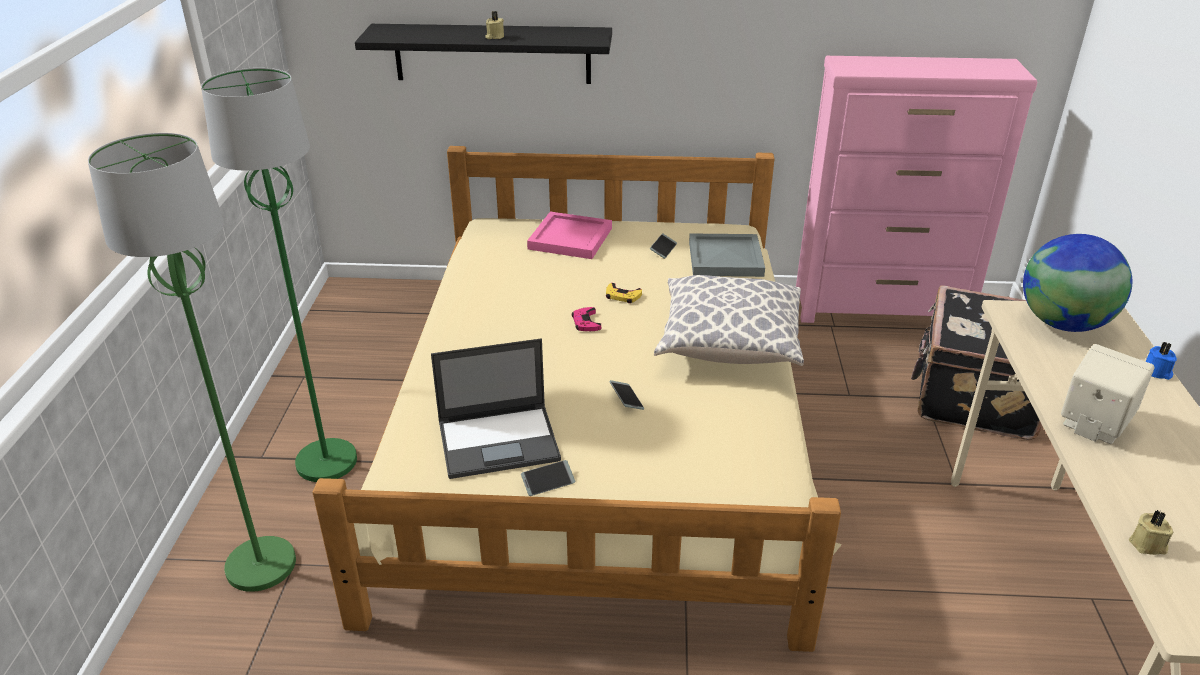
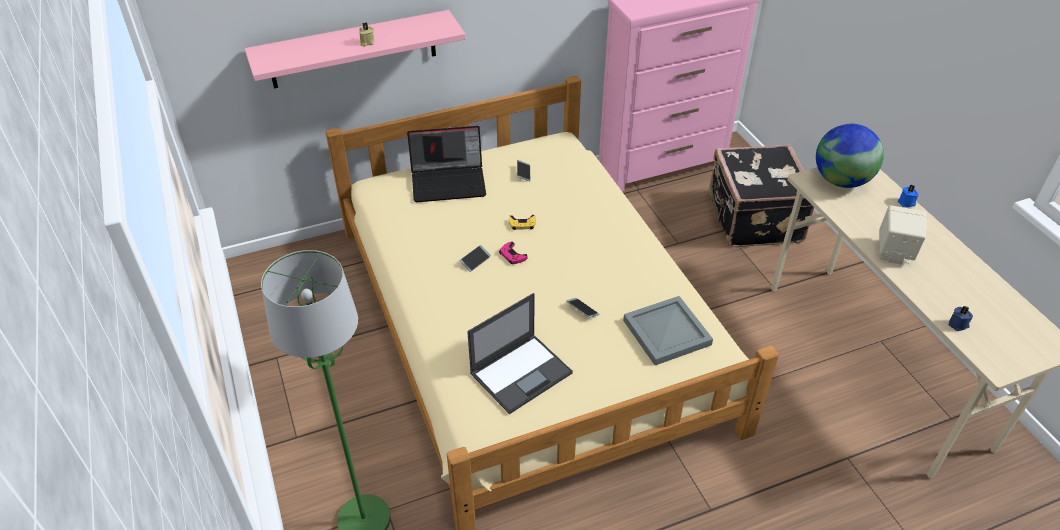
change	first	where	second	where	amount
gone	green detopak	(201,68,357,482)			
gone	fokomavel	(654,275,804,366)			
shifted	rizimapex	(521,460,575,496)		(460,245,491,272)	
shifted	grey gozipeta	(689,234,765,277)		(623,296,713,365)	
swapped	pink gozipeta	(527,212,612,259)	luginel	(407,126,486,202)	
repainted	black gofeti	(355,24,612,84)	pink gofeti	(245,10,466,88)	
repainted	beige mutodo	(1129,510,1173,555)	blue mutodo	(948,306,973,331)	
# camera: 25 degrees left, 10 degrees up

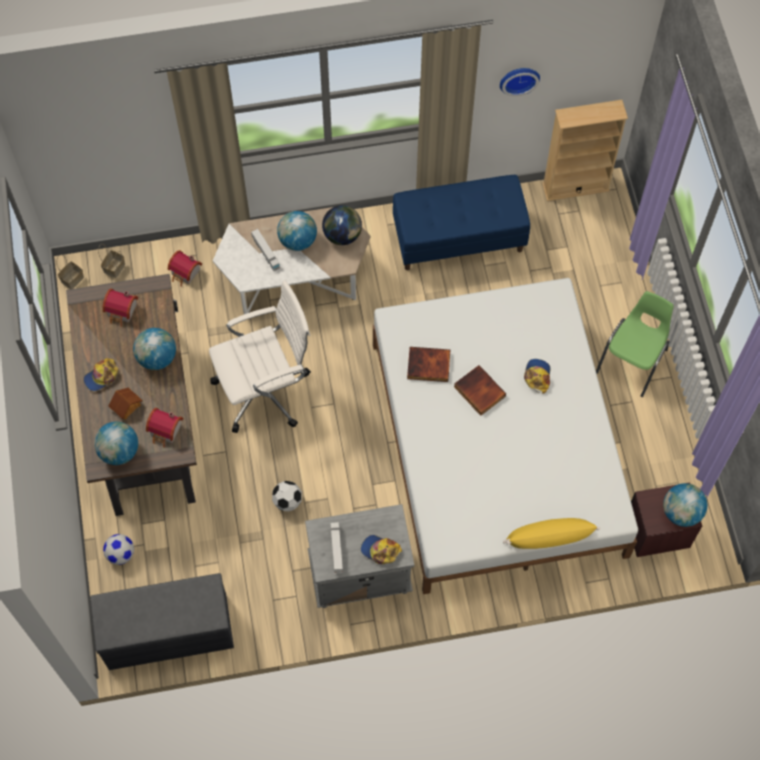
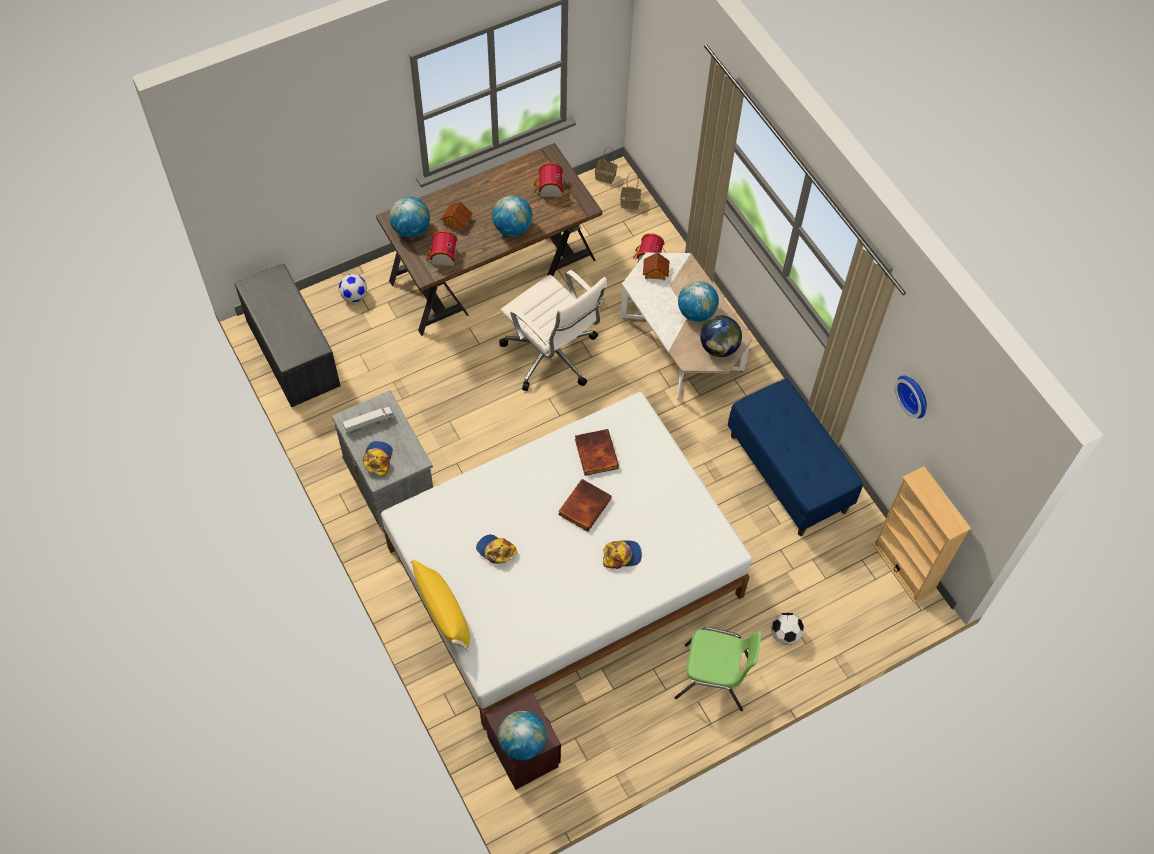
change	first	where	second	where	amount
gone	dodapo	(251,229,280,271)			
new			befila	(643,252,669,280)	
shifted	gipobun	(84,358,118,391)		(476,535,517,564)	
shifted	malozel	(272,481,302,511)		(771,612,804,645)	
# camera: 70 degrees right, 5 degrees down

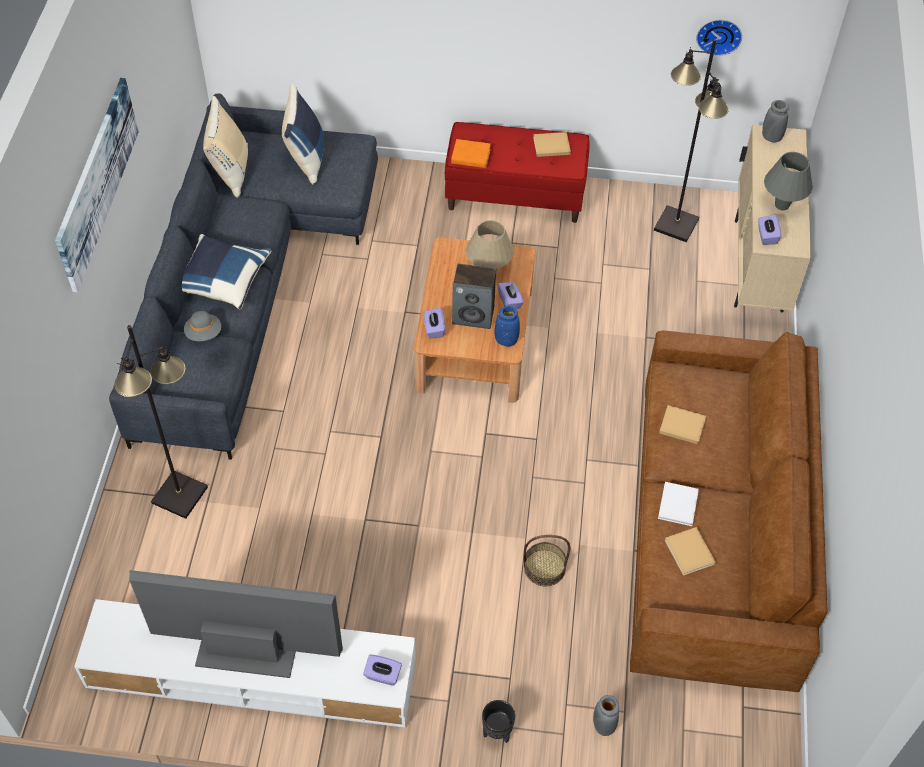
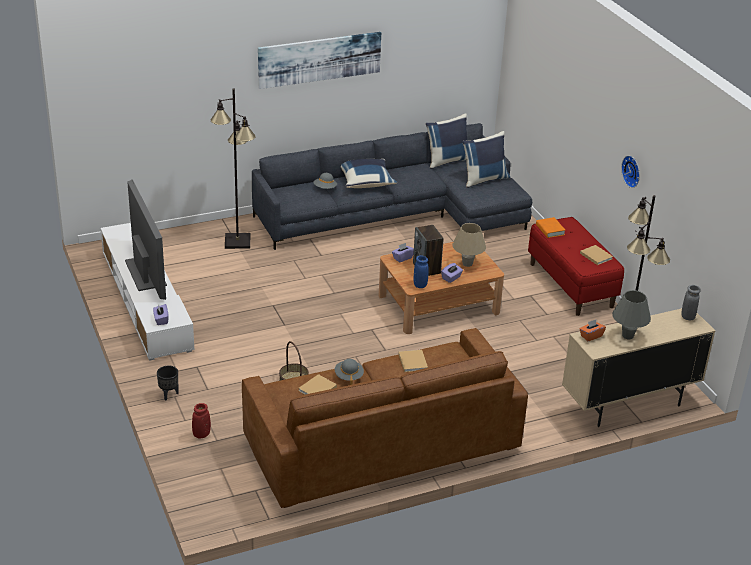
change	first	where	second	where	amount
shifted	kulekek	(696,20,742,56)		(621,156,640,188)	
swapped	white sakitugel	(658,482,699,526)	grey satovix	(335,359,364,385)	
repainted	beige fokomavel	(203,96,248,198)	blue fokomavel	(426,113,468,169)	
repainted	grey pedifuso	(593,695,619,736)	red pedifuso	(192,403,211,439)	
repainted	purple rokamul	(758,215,781,245)	orange rokamul	(580,320,606,341)	
# camera: 60 degrees right, 20 degrees down

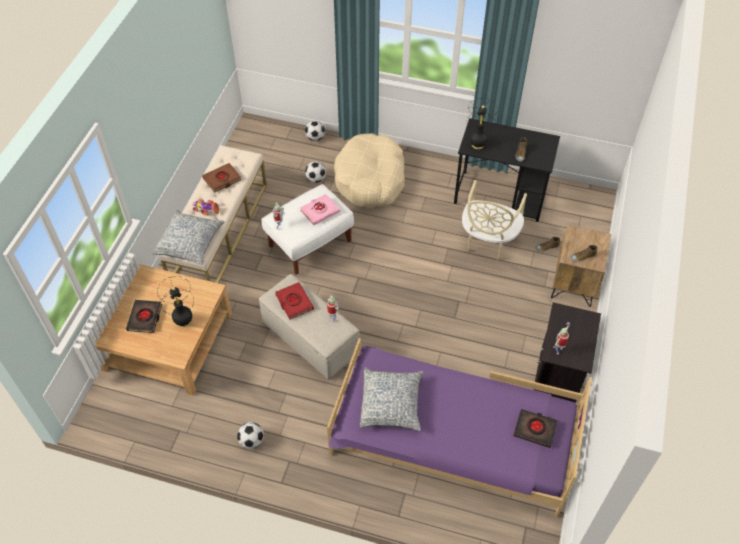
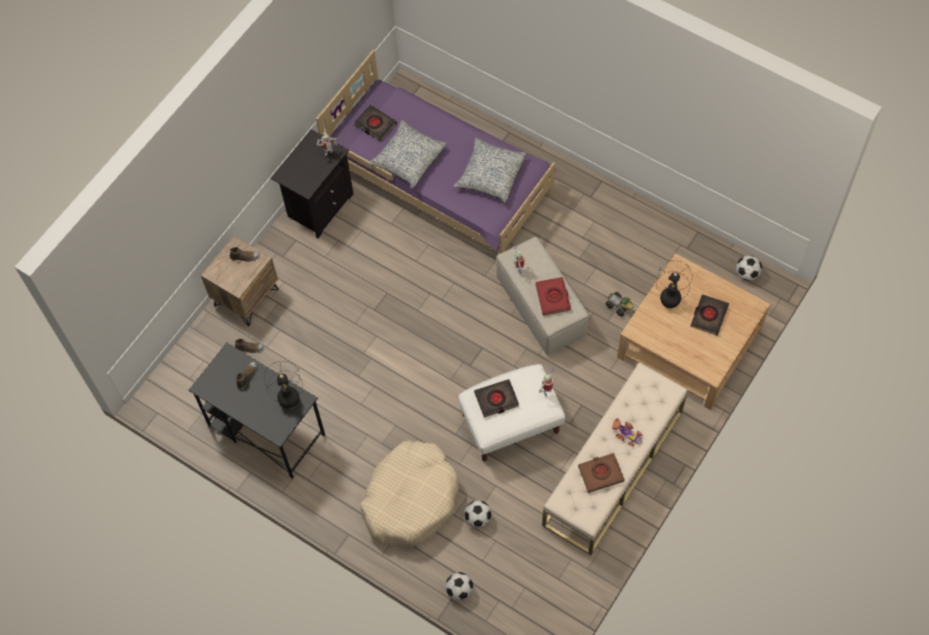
change	first	where	second	where	amount
gone	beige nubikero	(462,180,527,260)			
new			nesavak	(605,292,634,317)	
shifted	fokomavel	(152,210,224,265)		(368,120,448,188)	
shifted	malozel	(237,422,264,449)		(736,255,762,281)	
repainted	pink sakitugel	(300,194,340,226)	black sakitugel	(474,379,519,417)	
# camera: 160 degrees left, 10 degrees up

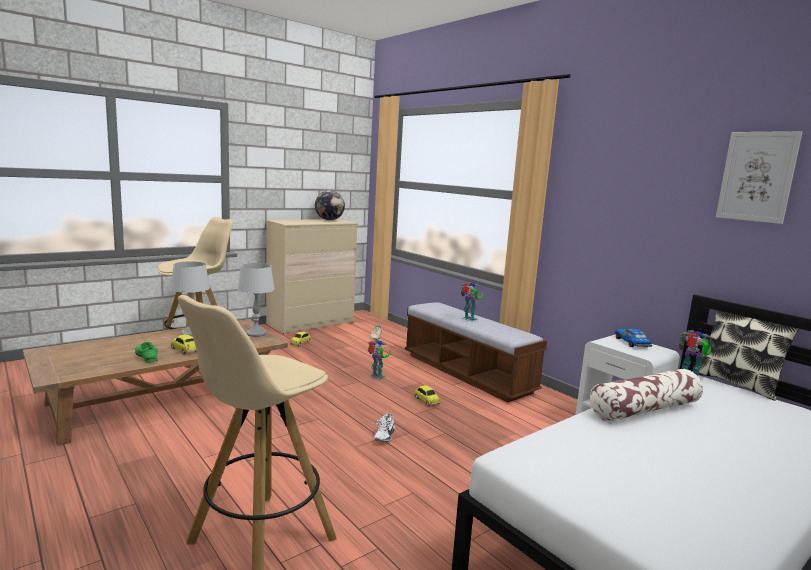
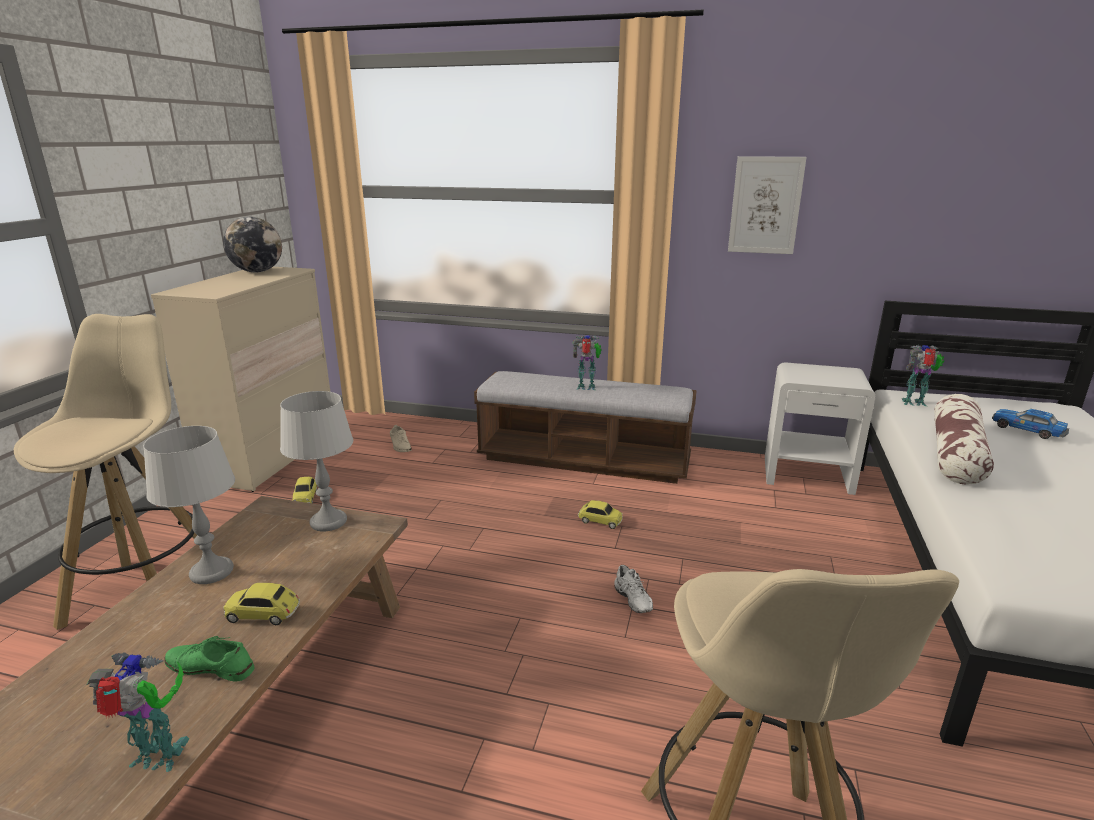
change	first	where	second	where	amount
gone	fokomavel	(696,310,799,401)			
shifted	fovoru	(368,340,391,380)		(87,652,189,772)	
shifted	nesavak	(615,329,652,347)		(992,409,1069,439)	
shifted	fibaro	(716,131,802,224)		(728,156,807,254)	
# camera: 35 degrees left, 10 degrees up

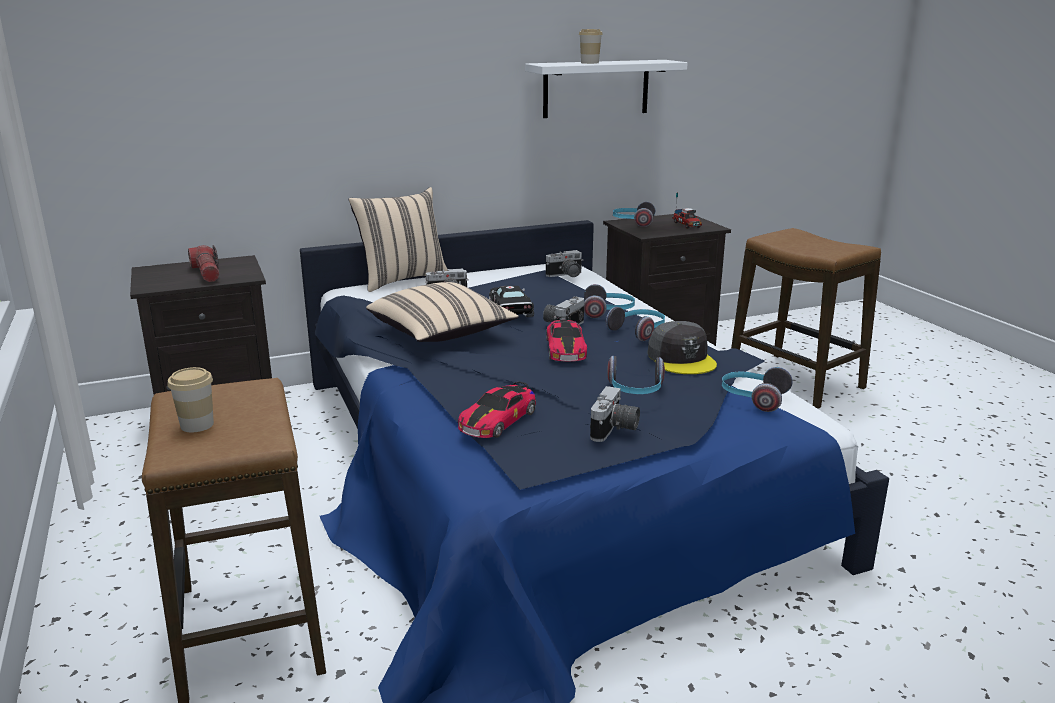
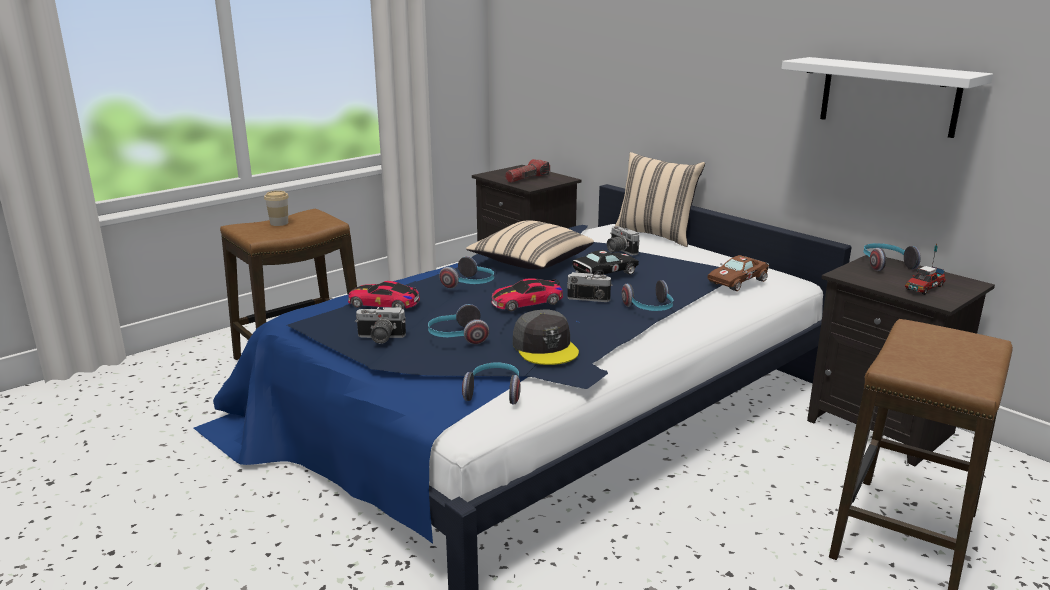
change	first	where	second	where	amount
gone	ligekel	(579,29,603,64)			
shifted	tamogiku	(606,307,665,341)		(439,256,494,289)	
swapped	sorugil	(546,250,583,277)	brown nesavak	(708,255,769,291)	
rotated	grey gipobun	(648,321,717,374)		(513,310,579,365)	75 degrees counterclockwise
# camera: 70 degrees right, 0 degrees up

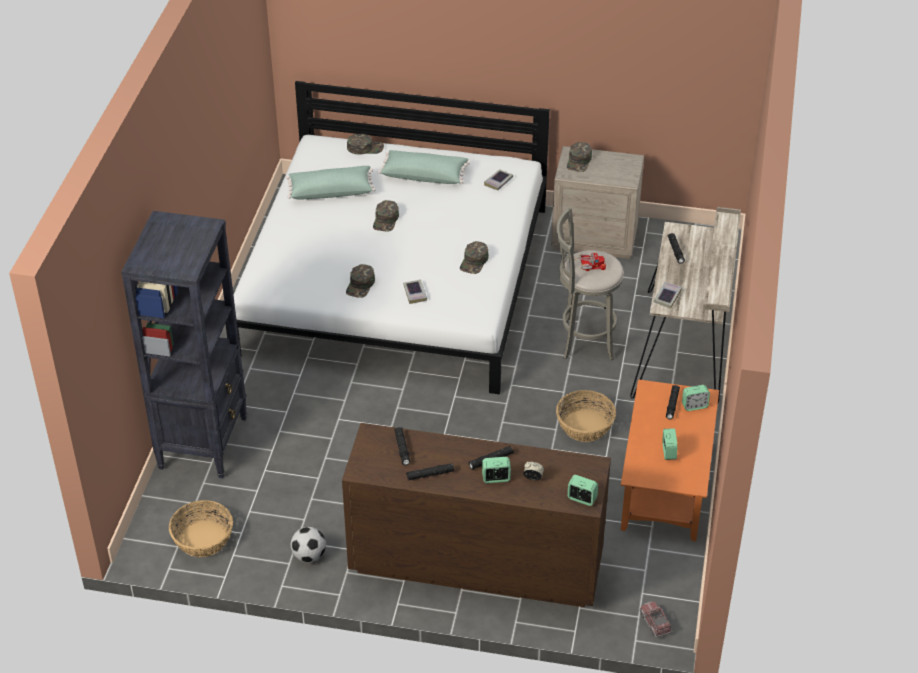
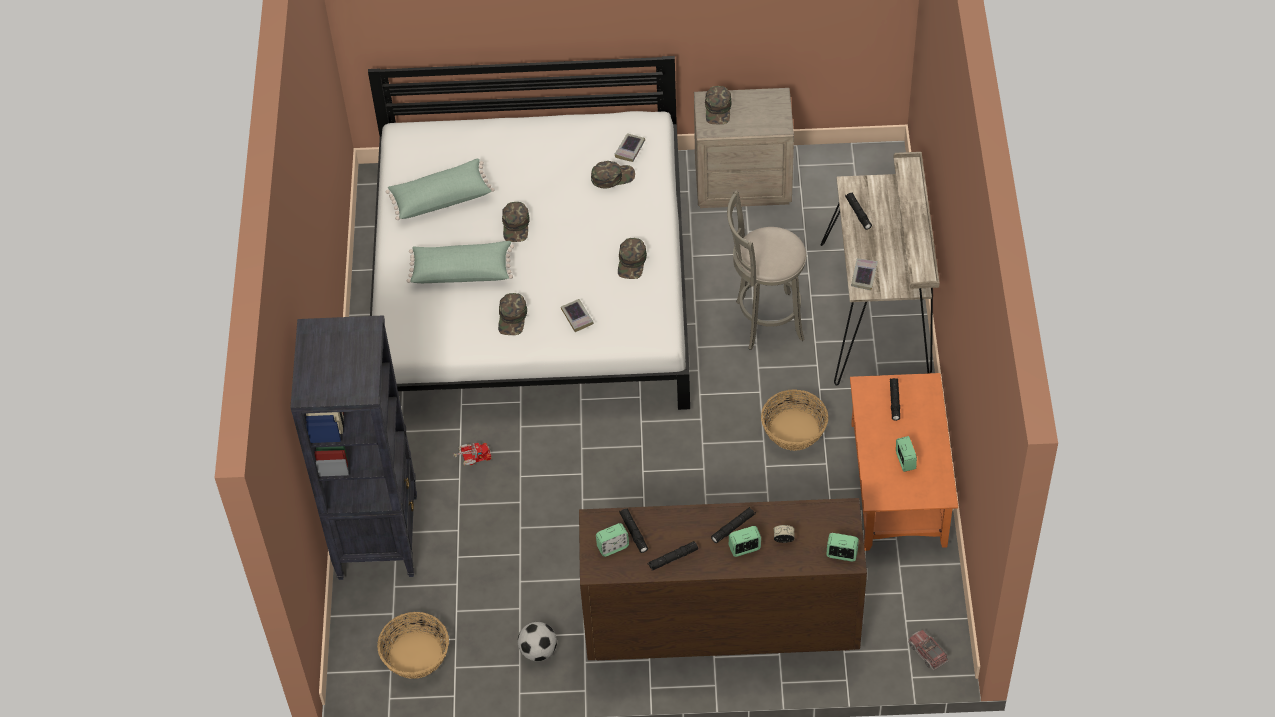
change	first	where	second	where	amount
shifted	green gipobun	(347,134,384,154)		(591,161,635,188)	
shifted	green fokomavel	(378,150,470,184)		(407,241,514,283)	
shifted	dodapo	(575,252,606,271)		(454,443,491,466)	
shifted	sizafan	(682,385,710,411)		(596,523,629,557)	
# camera: 10 degrees left, 10 degrees up

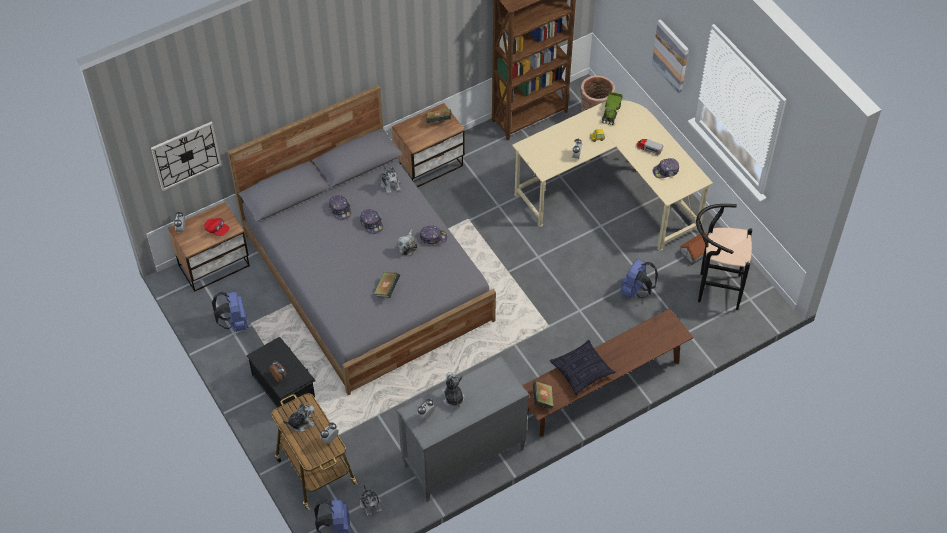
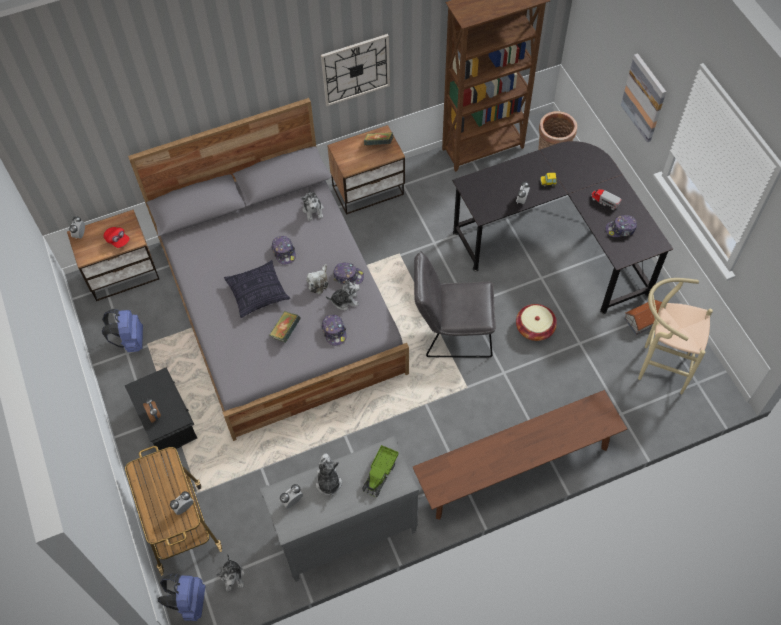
change	first	where	second	where	amount
gone	sakitugel	(533,381,554,409)			
gone	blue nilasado	(620,259,658,298)			
new			grey nubikero	(414,251,496,358)	
new			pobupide	(516,304,557,341)	
shifted	kulekek	(151,121,221,191)		(321,34,390,106)	
shifted	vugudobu	(283,403,315,432)		(326,279,360,310)	
shifted	gipobun	(329,195,351,220)		(322,315,346,346)	
shifted	fokomavel	(550,340,616,395)		(224,260,290,318)	
shifted	dodapo	(602,92,623,125)		(362,445,399,497)	
repainted	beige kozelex	(512,100,713,251)	black kozelex	(452,141,673,314)	
repainted	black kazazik	(696,204,752,310)	beige kazazik	(638,278,713,394)	
# camera: 10 degrees right, 5 degrees up

